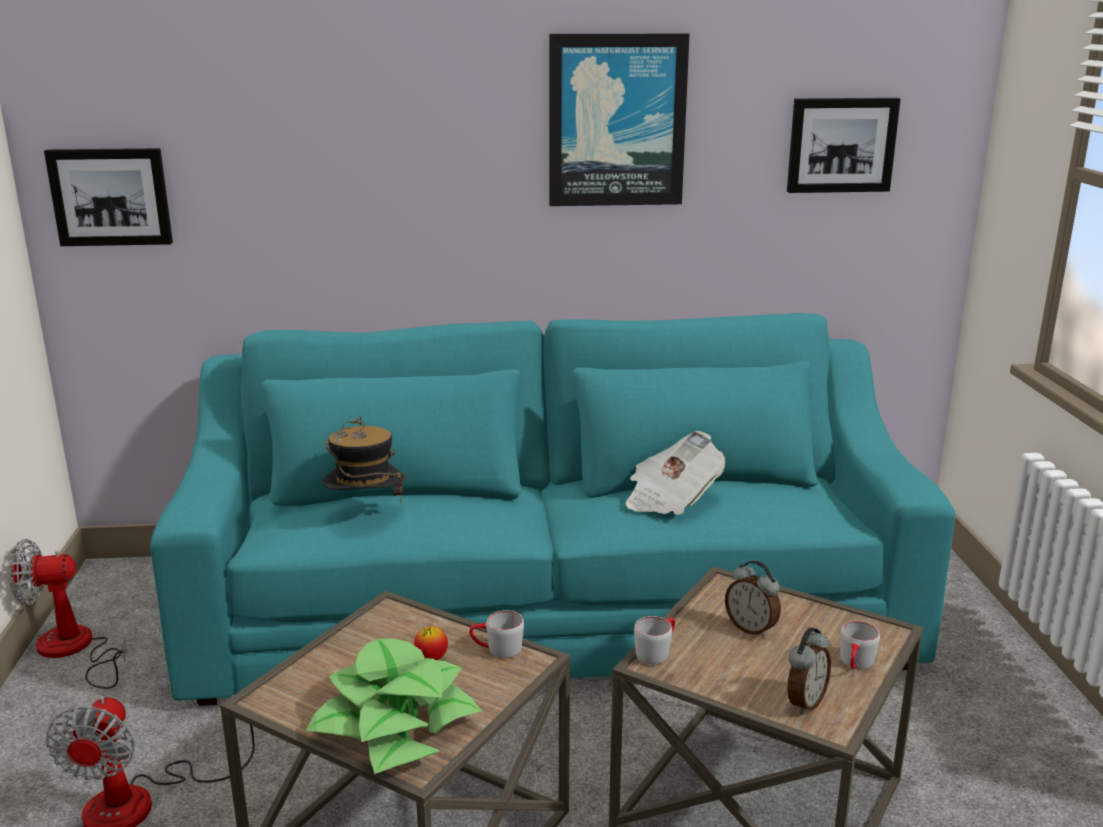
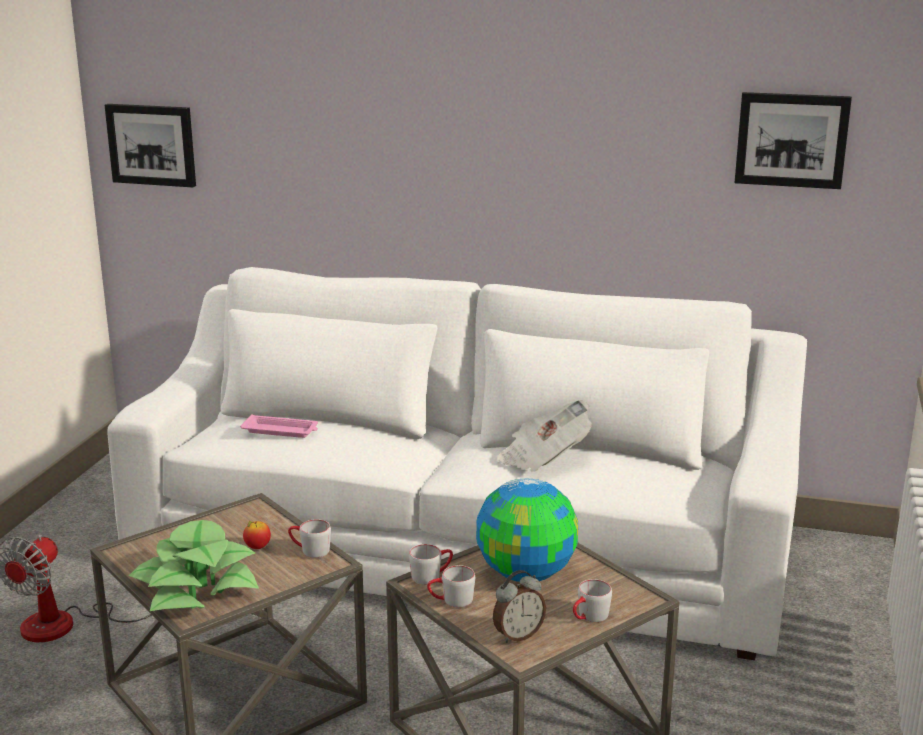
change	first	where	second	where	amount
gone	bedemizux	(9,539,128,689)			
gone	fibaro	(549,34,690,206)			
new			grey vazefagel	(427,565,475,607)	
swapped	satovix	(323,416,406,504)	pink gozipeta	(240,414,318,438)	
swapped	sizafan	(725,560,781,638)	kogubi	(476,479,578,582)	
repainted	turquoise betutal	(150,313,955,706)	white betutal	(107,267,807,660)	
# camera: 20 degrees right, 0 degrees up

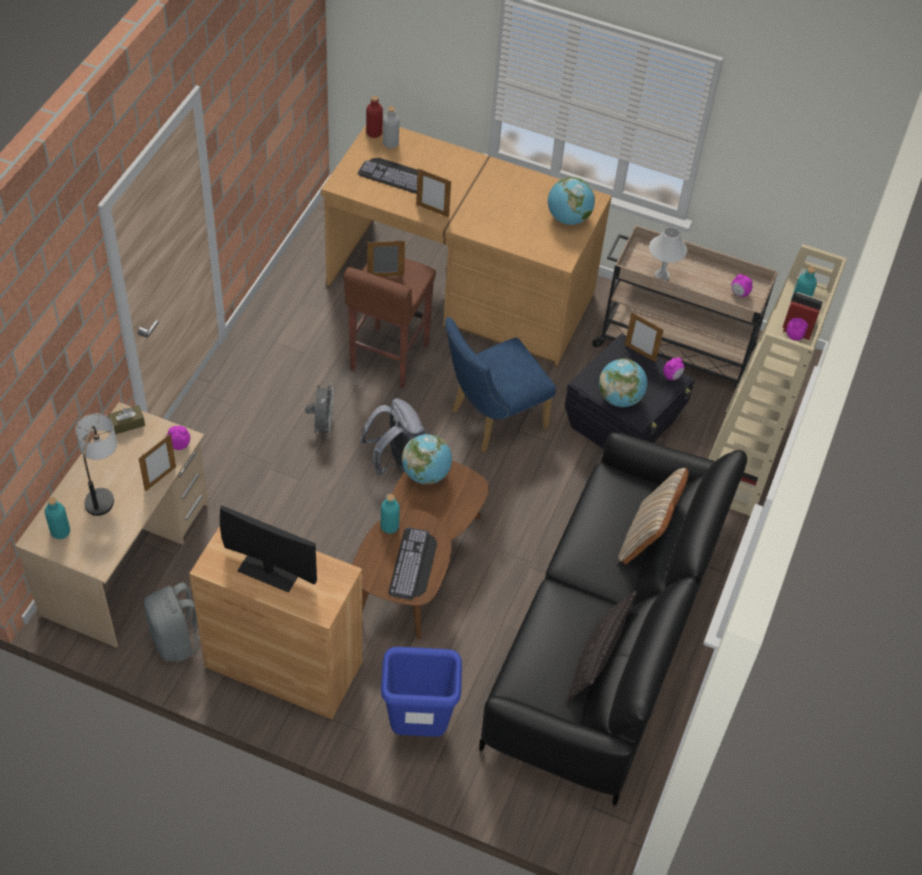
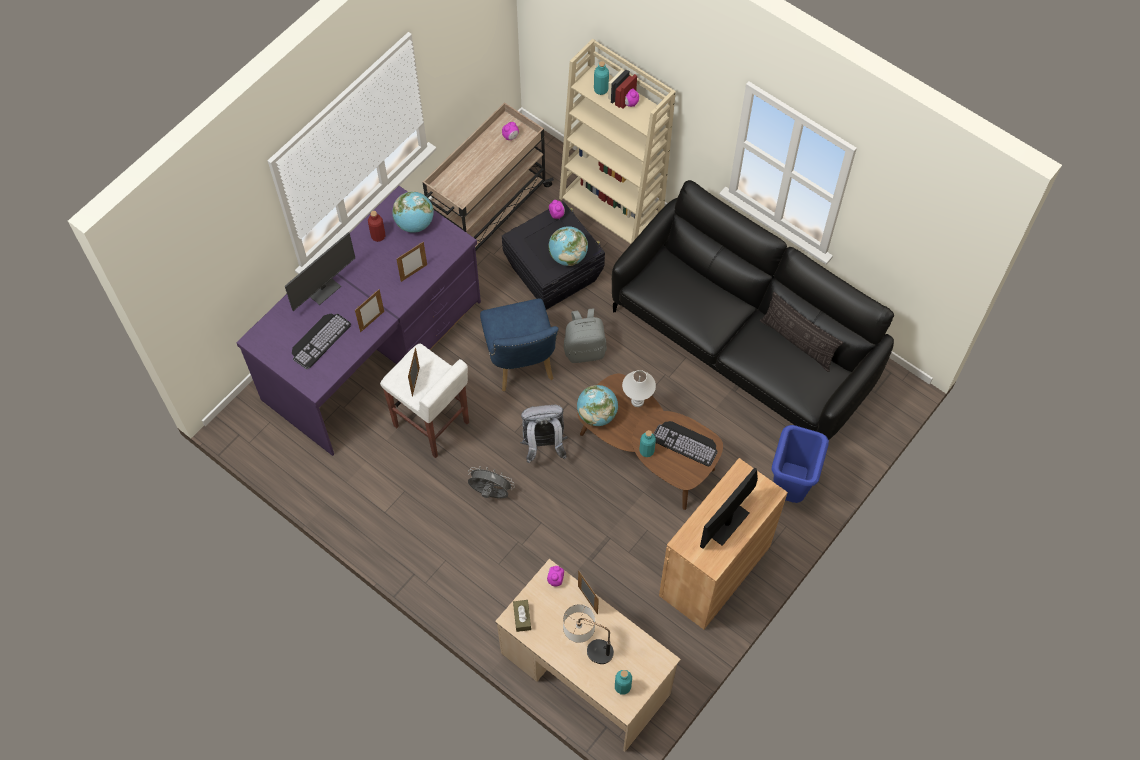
change	first	where	second	where	amount
gone	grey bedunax	(383,106,399,149)			
gone	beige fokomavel	(618,468,689,564)			
new			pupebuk	(285,232,355,311)	
shifted	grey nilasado	(144,582,200,662)		(564,308,607,363)	
shifted	red bedunax	(366,96,383,138)		(368,211,386,242)	
shifted	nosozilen	(625,312,663,362)		(396,242,427,282)	
shifted	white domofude	(649,227,687,281)		(622,370,656,407)	
repainted	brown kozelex	(321,125,612,367)	purple kozelex	(236,186,481,456)	
repainted	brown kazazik	(344,259,436,389)	white kazazik	(380,343,469,458)	
# camera: 70 degrees left, 10 degrees up

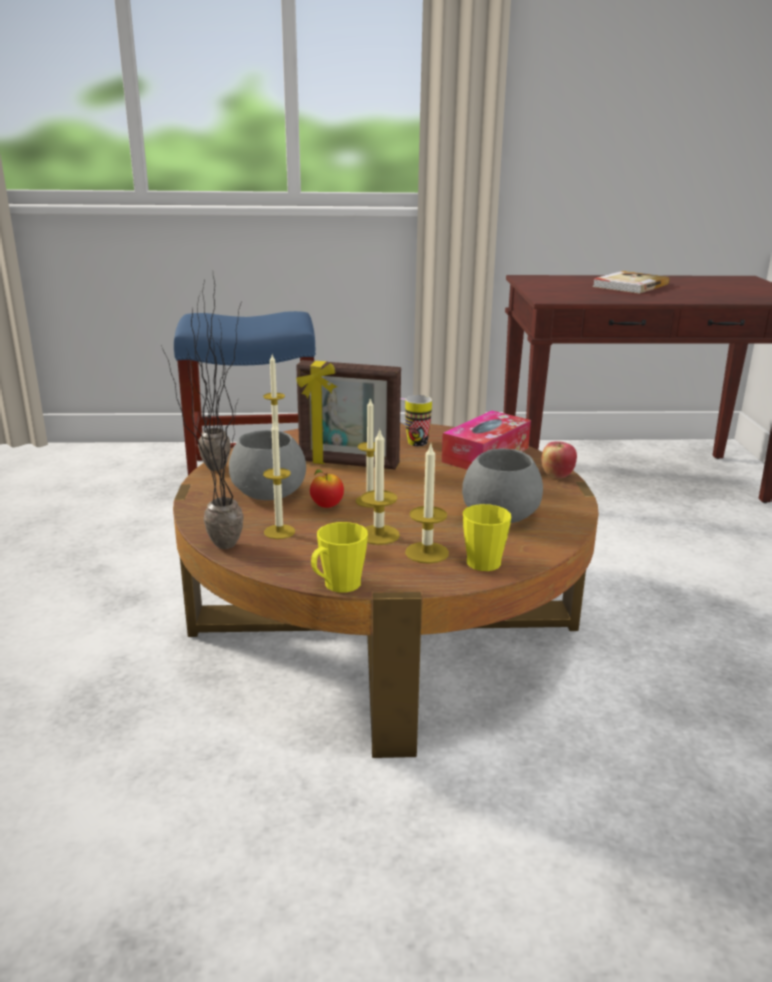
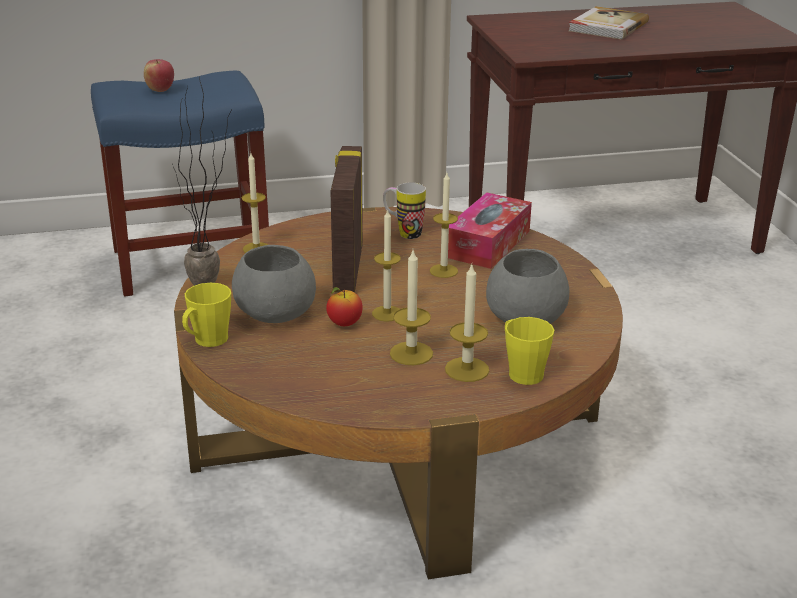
change	first	where	second	where	amount
gone	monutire	(161,310,244,549)			
shifted	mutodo	(263,421,295,539)		(430,173,458,278)	
shifted	yellow vazefagel	(311,522,368,593)		(182,283,231,347)	
shifted	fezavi	(541,441,577,479)		(144,59,174,92)	
rotated	nosozilen	(296,360,401,469)		(330,146,363,293)	90 degrees clockwise
# camera: 10 degrees left, 5 degrees up

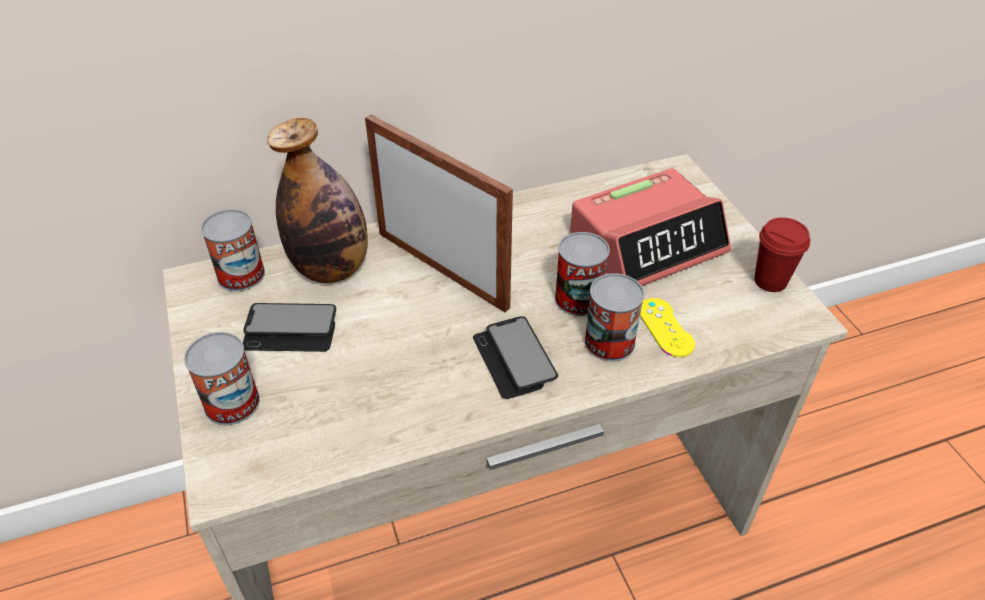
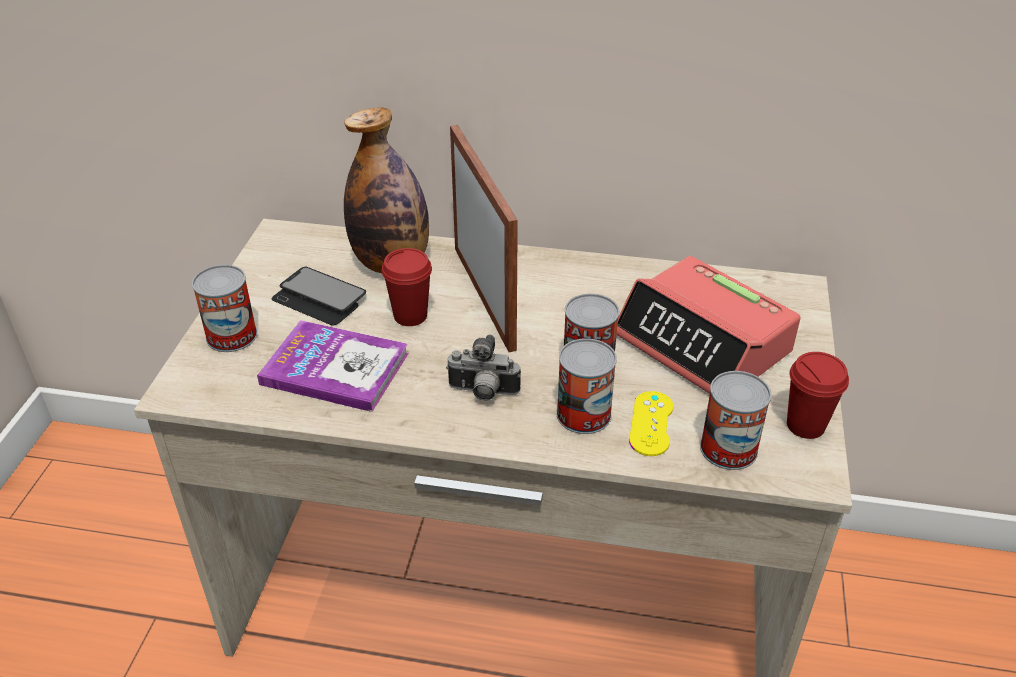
change	first	where	second	where	amount
new			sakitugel	(257,320,409,412)	
new			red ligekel	(381,248,432,326)	
shifted	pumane	(201,209,265,291)		(700,371,771,470)	
swapped	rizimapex	(473,316,558,399)	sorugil	(446,334,521,401)	
rotated	sizafan	(570,168,731,286)		(617,256,801,394)	45 degrees clockwise
# camera: 30 degrees right, 5 degrees down

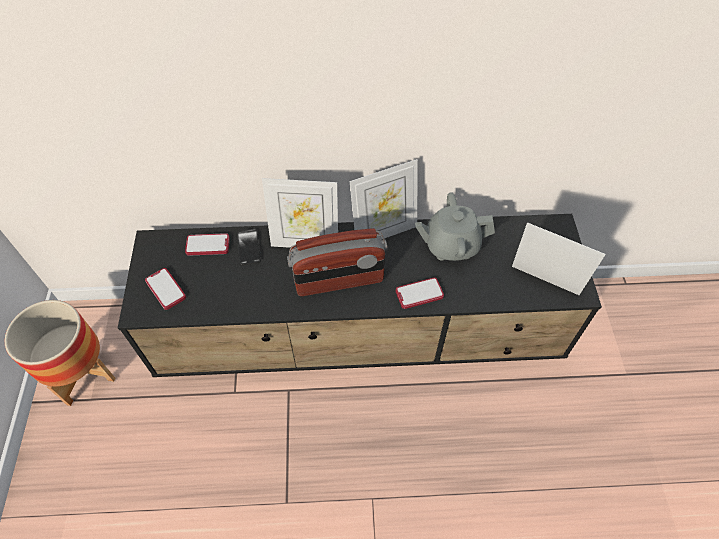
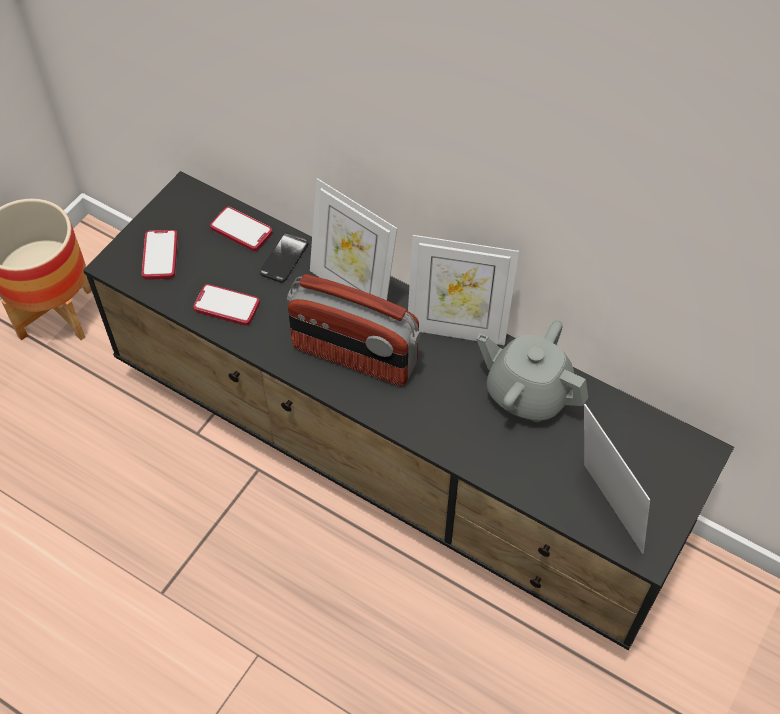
change	first	where	second	where	amount
shifted	rizimapex	(396,278,444,309)		(193,284,260,326)	
# camera: 35 degrees right, 0 degrees up

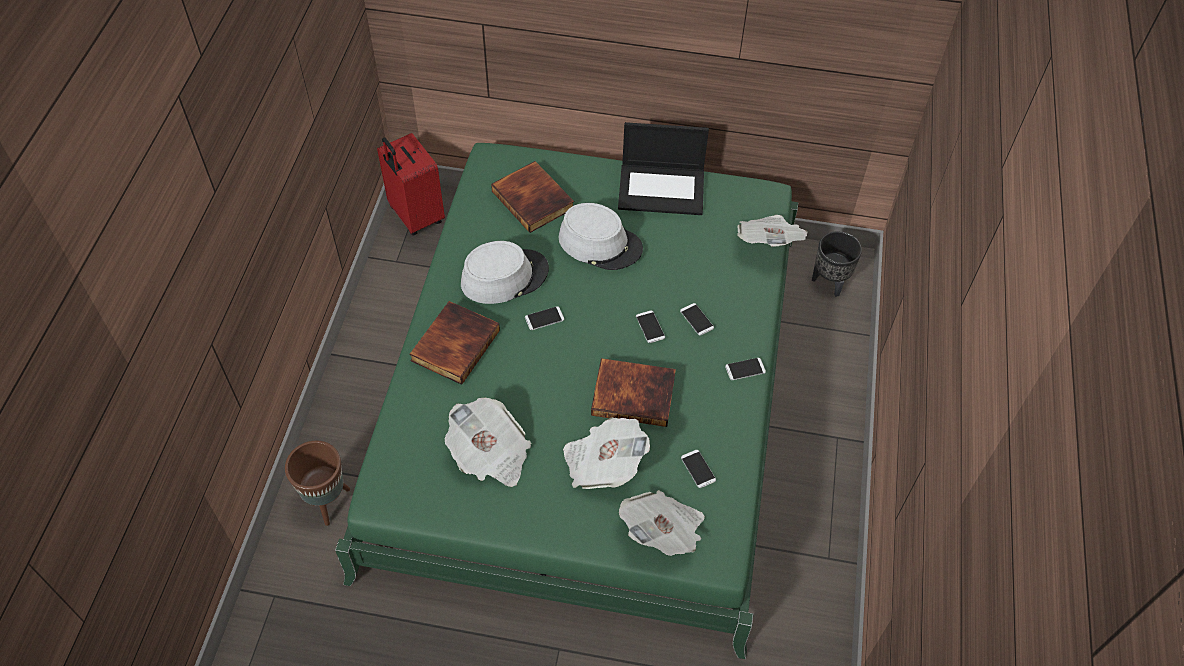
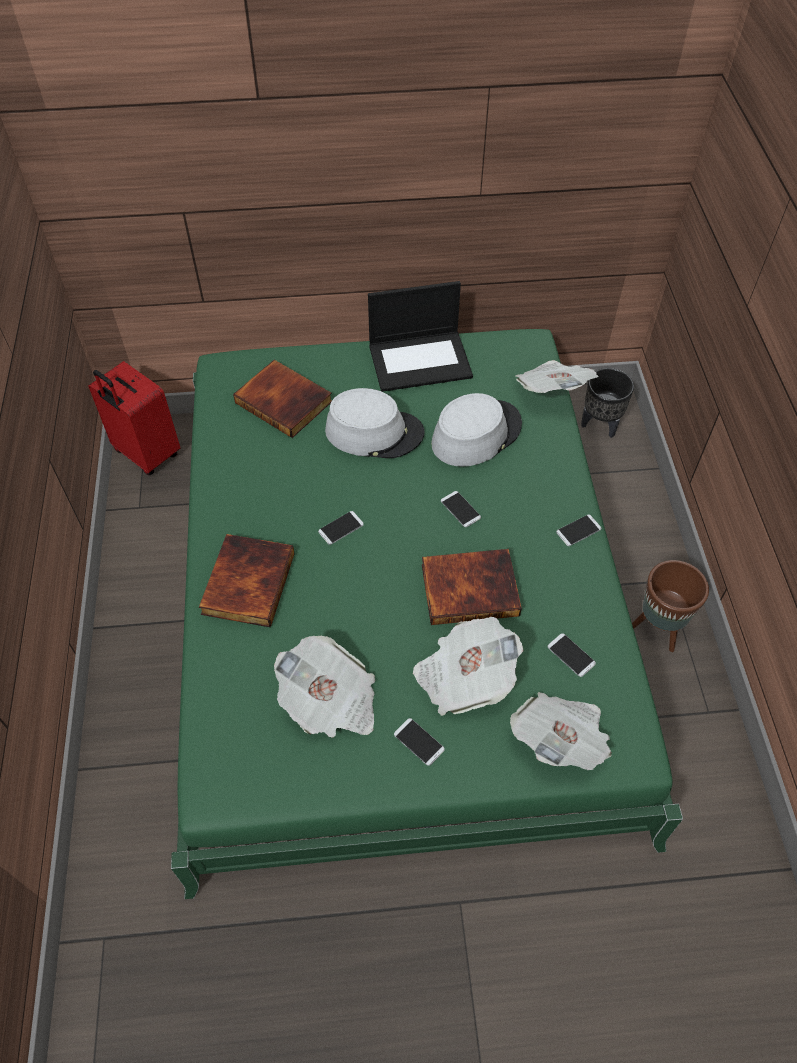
change	first	where	second	where	amount
shifted	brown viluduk	(285,441,350,526)		(632,560,709,652)	
shifted	grey satovix	(461,241,549,304)		(431,393,522,467)	
shifted	rizimapex	(680,303,714,335)		(394,718,445,766)	
# camera: 15 degrees left, 0 degrees up

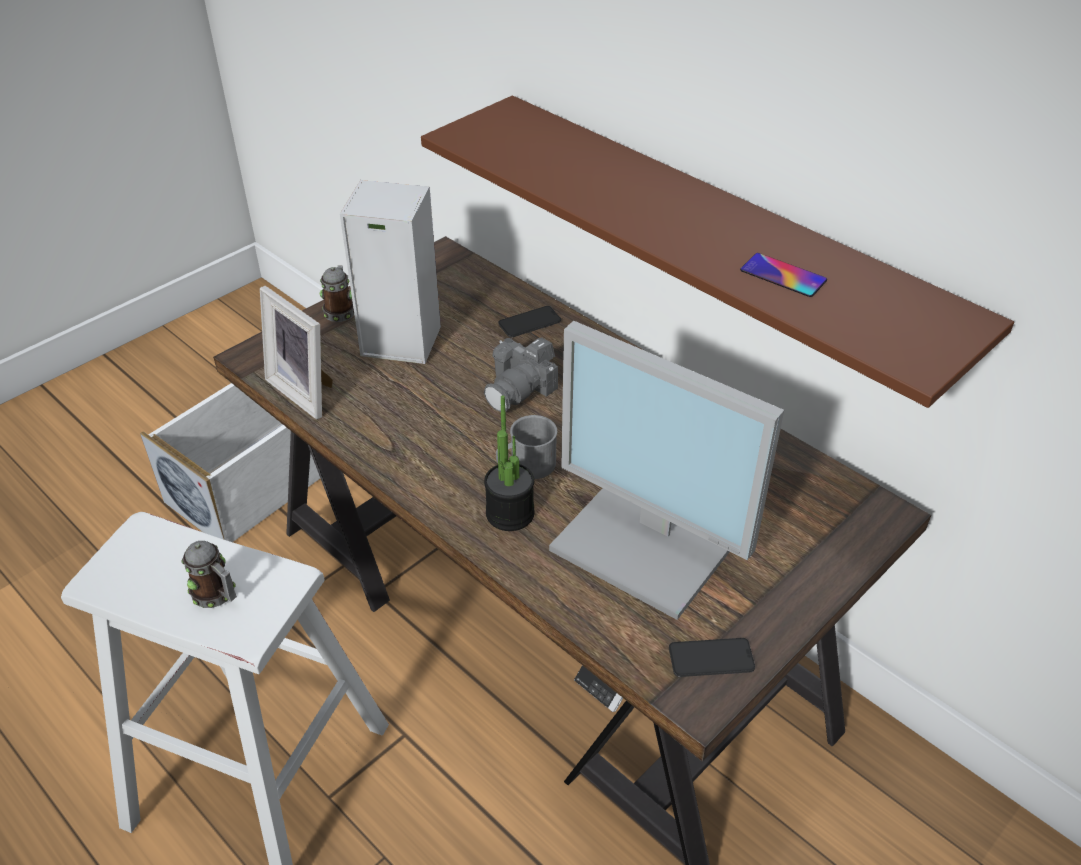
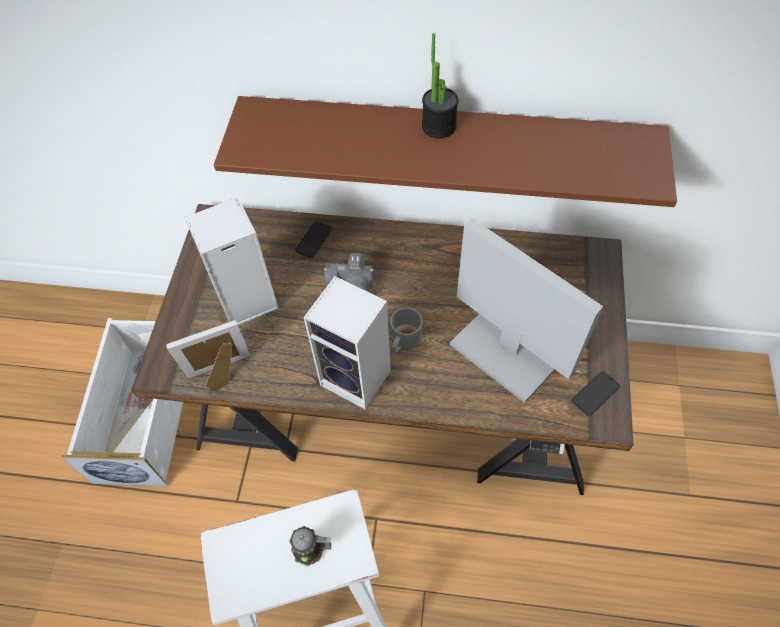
change	first	where	second	where	amount
gone	vazefagel	(320,265,354,322)			
gone	rizimapex	(740,253,827,297)			
new			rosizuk	(304,276,391,410)	
shifted	monutire	(484,395,535,531)		(422,33,458,138)	
rotated	nosozilen	(260,286,333,419)		(166,320,251,392)	150 degrees clockwise
rotated	pupebuk	(549,321,784,620)		(450,218,604,403)	135 degrees counterclockwise
# camera: 35 degrees left, 15 degrees up

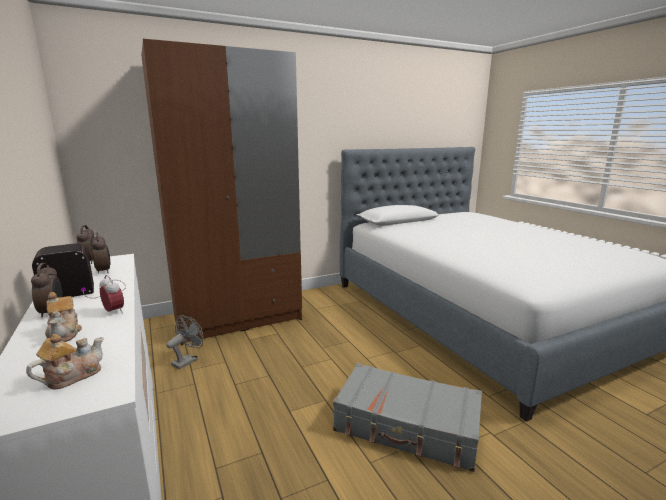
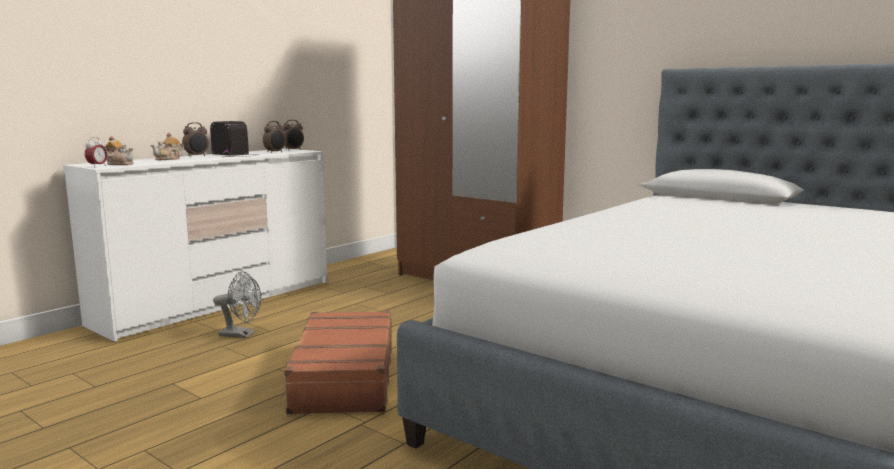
change	first	where	second	where	amount
shifted	sizafan	(99,275,124,314)		(85,137,107,167)	
shifted	grey bedemizux	(166,315,203,369)		(213,271,261,338)	
repainted	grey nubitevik	(333,363,482,472)	brown nubitevik	(280,311,392,414)	
# camera: 65 degrees right, 5 degrees down

